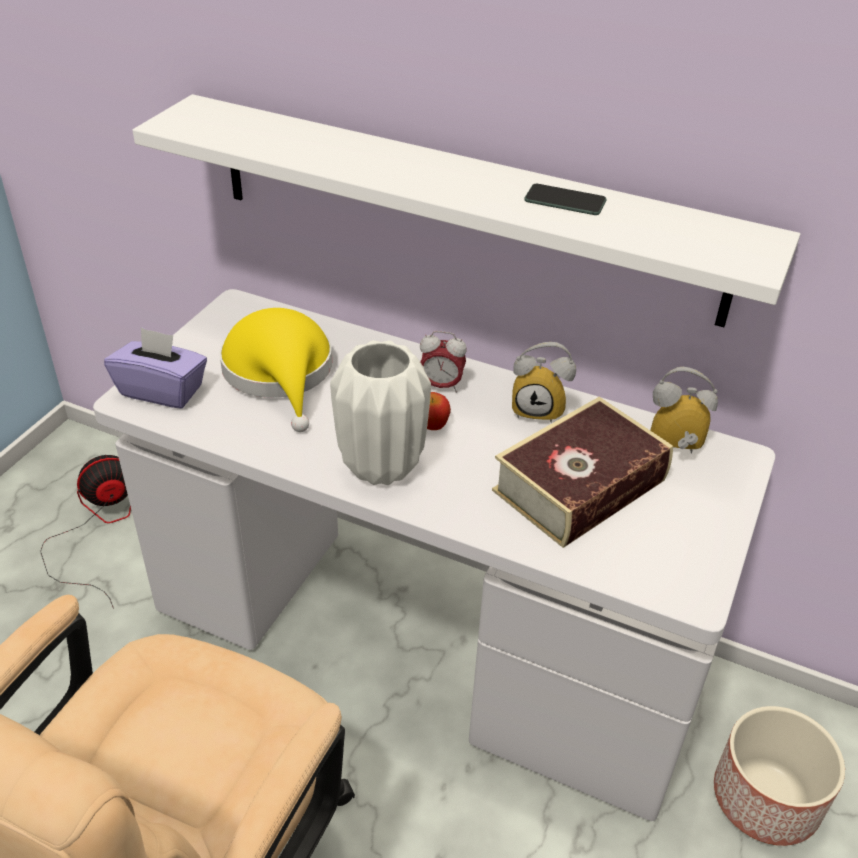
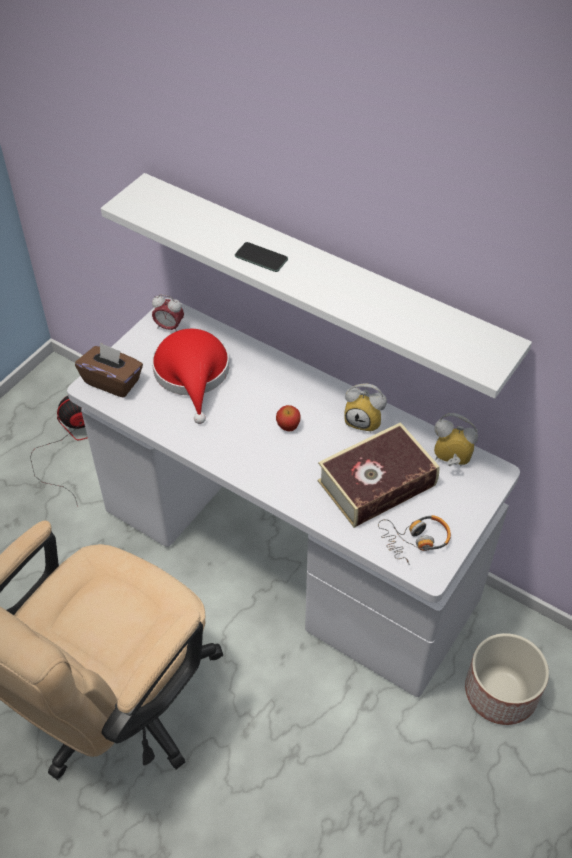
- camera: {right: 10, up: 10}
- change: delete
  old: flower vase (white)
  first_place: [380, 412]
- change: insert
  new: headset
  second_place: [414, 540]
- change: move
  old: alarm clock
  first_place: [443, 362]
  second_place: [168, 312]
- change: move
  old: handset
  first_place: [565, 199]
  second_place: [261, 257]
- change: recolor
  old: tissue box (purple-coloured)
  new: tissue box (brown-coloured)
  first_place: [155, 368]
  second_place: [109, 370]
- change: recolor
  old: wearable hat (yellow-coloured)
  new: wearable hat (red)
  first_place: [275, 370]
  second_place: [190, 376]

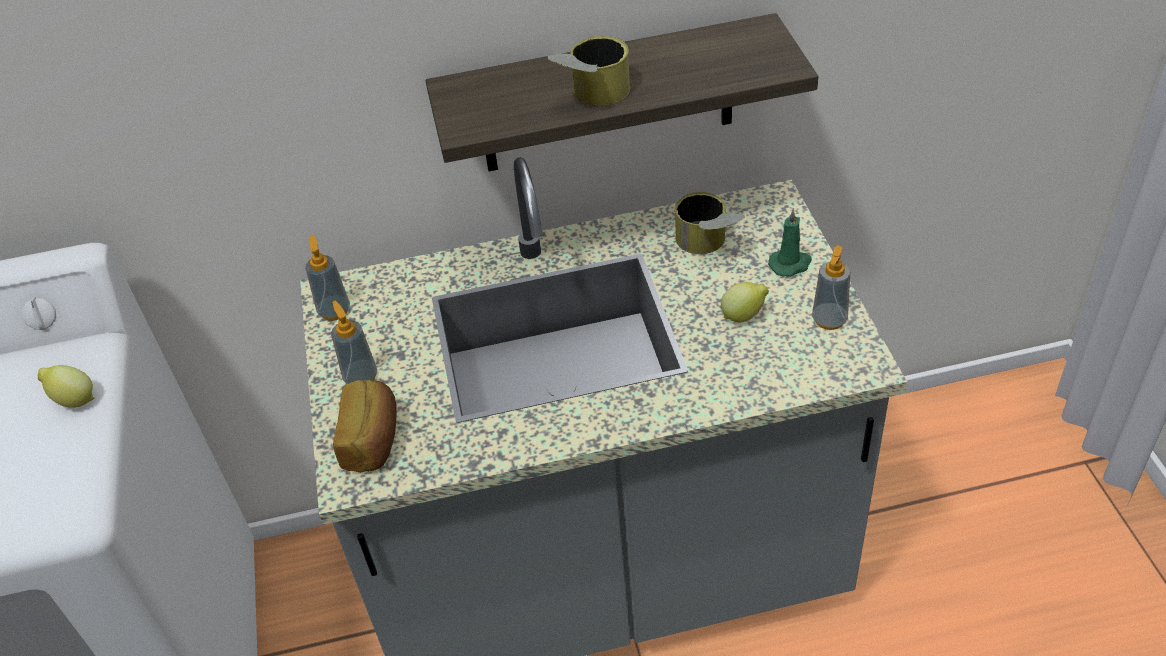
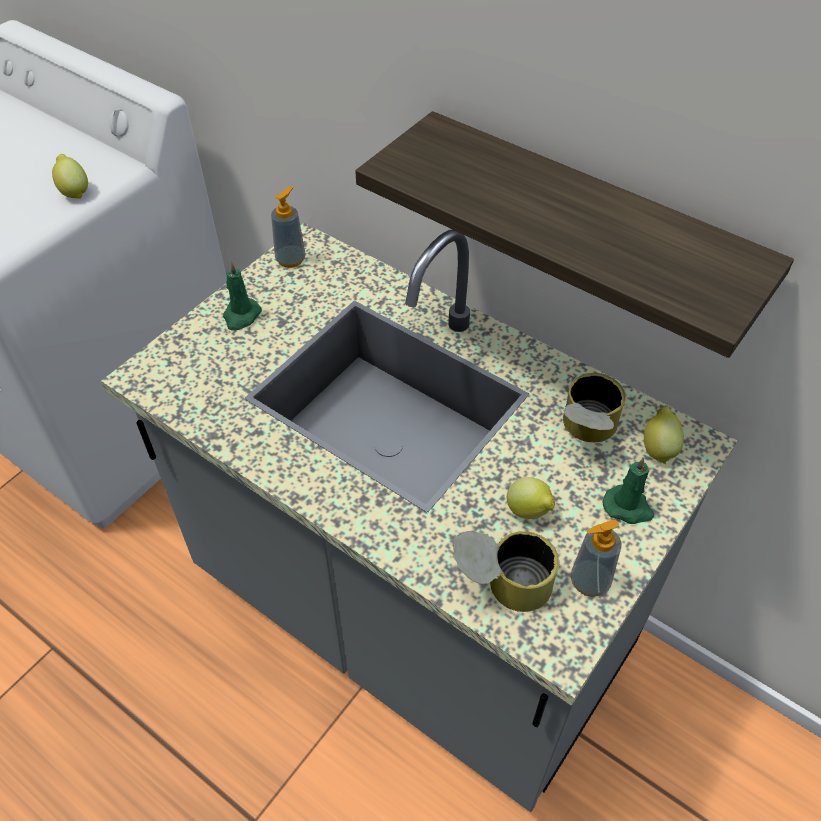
- camera: {right: 45, up: 5}
- change: delete
  old: baked bread
  first_place: [365, 426]
- change: insert
  new: whole lemon
  second_place: [664, 435]
- change: move
  old: can
  first_place: [588, 71]
  second_place: [506, 571]
- change: replace
  old: soap bottle
  new: wax light (green-coloured)
  first_place: [354, 342]
  second_place: [242, 296]

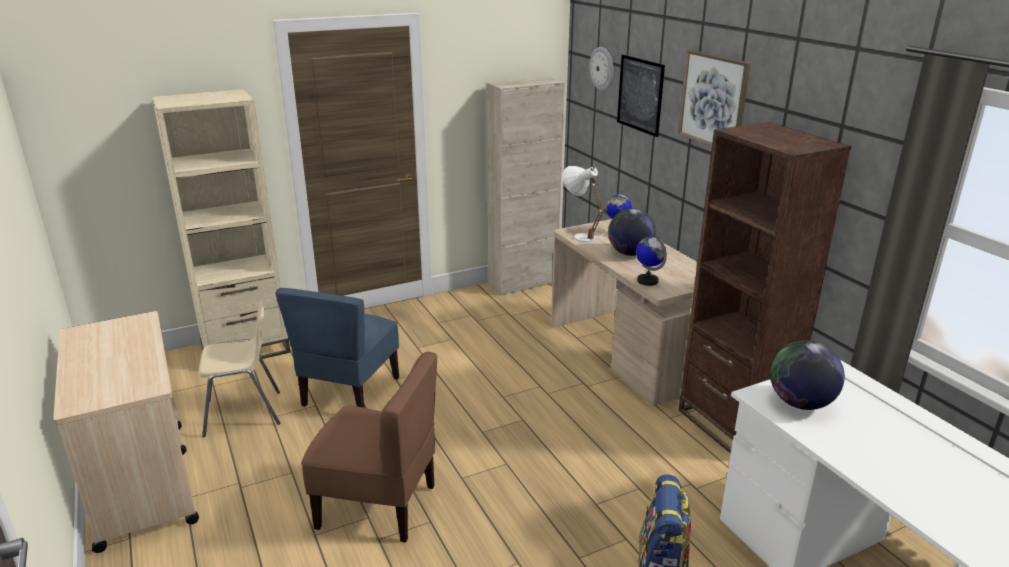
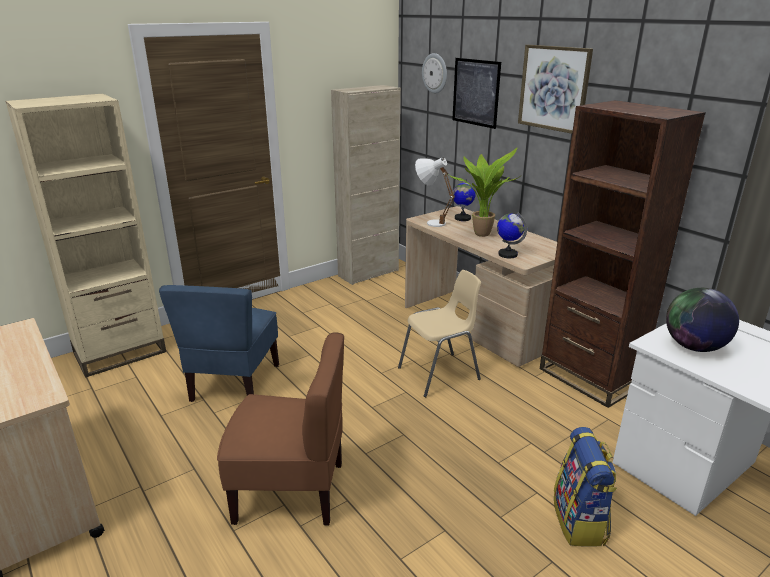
- camera: {right: -10, up: 0}
- change: move
  old: chair (beige-coloured)
  first_place: [239, 369]
  second_place: [439, 333]
- change: replace
  old: globe
  new: houseplant
  first_place: [632, 232]
  second_place: [484, 192]

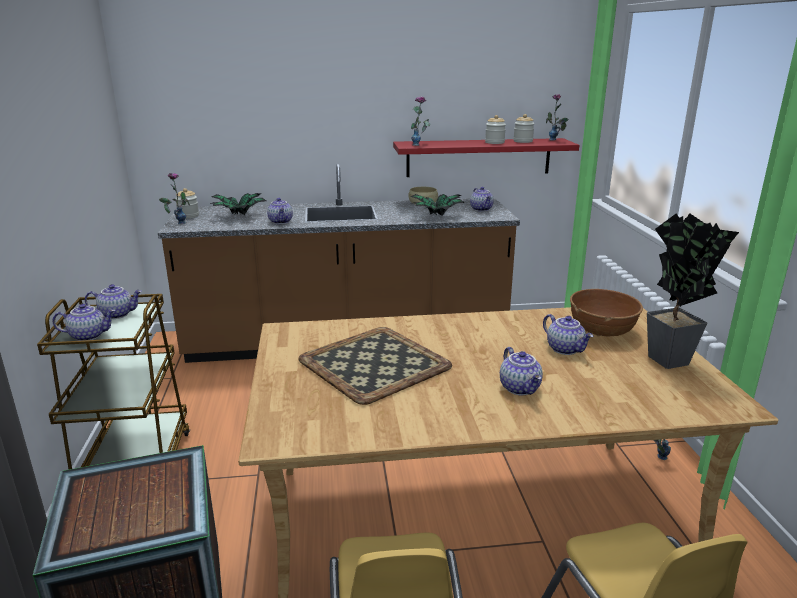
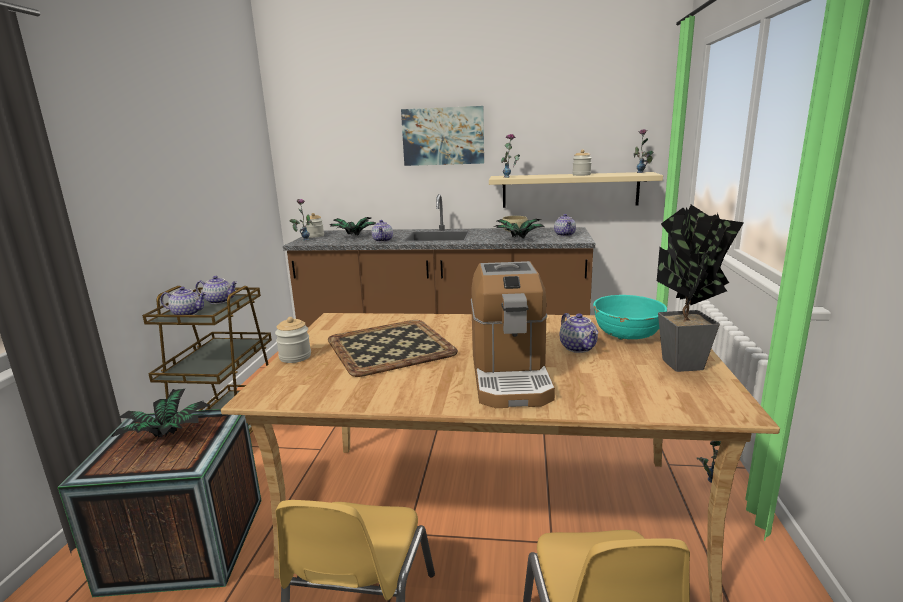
- camera: {right: 15, up: -5}
- change: insert
  new: houseplant
  second_place: [160, 413]
- change: insert
  new: wall picture
  second_place: [442, 136]
- change: move
  old: storage jar
  first_place: [524, 128]
  second_place: [293, 340]
- change: replace
  old: pot for tea
  new: coffee maker
  first_place: [521, 371]
  second_place: [513, 334]
- change: recolor
  old: bracket shelf (red)
  new: bracket shelf (beige-coloured)
  first_place: [486, 157]
  second_place: [576, 190]
- change: recolor
  old: serving bowl (brown-coloured)
  new: serving bowl (blue-green)
  first_place: [606, 313]
  second_place: [630, 317]

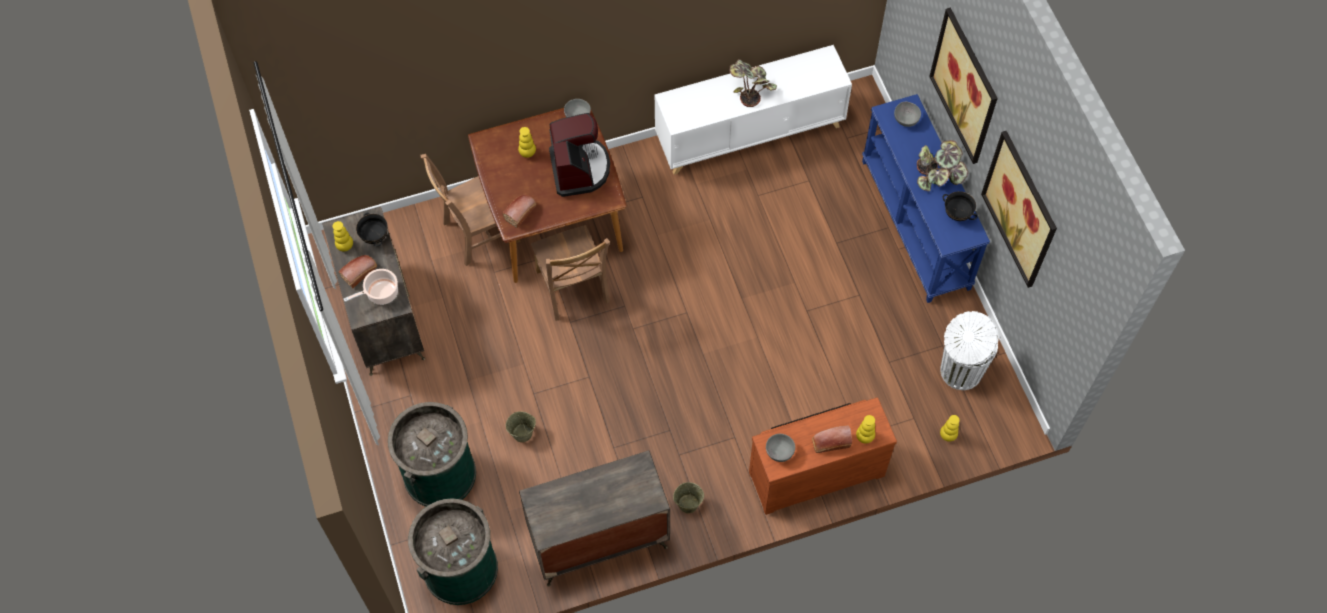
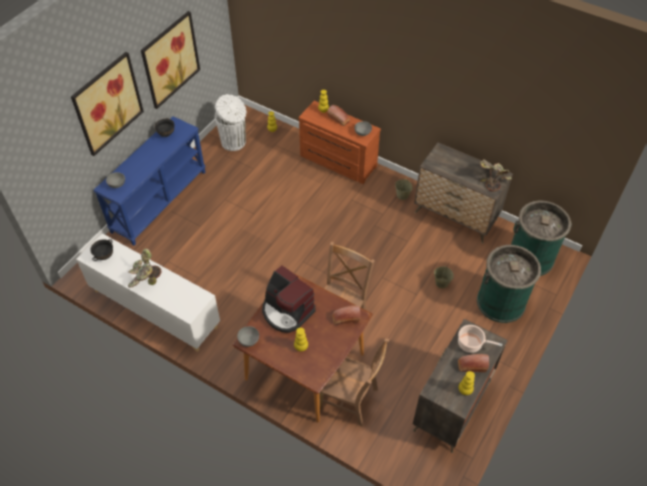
- camera: {right: -130, up: -10}
- change: move
  old: serving bowl (blackish)
  first_place: [372, 229]
  second_place: [101, 250]
- change: move
  old: houseplant
  first_place: [942, 165]
  second_place: [495, 175]
- change: rotate
  old: coffee maker
  first_place: [579, 155]
  second_place: [289, 299]
  degrees: -90

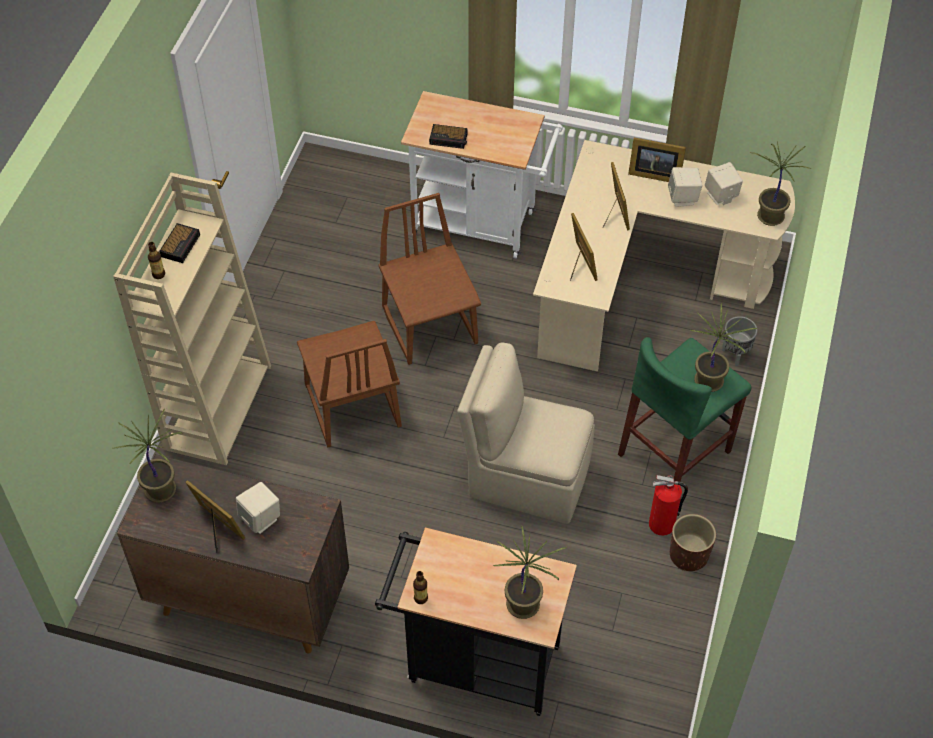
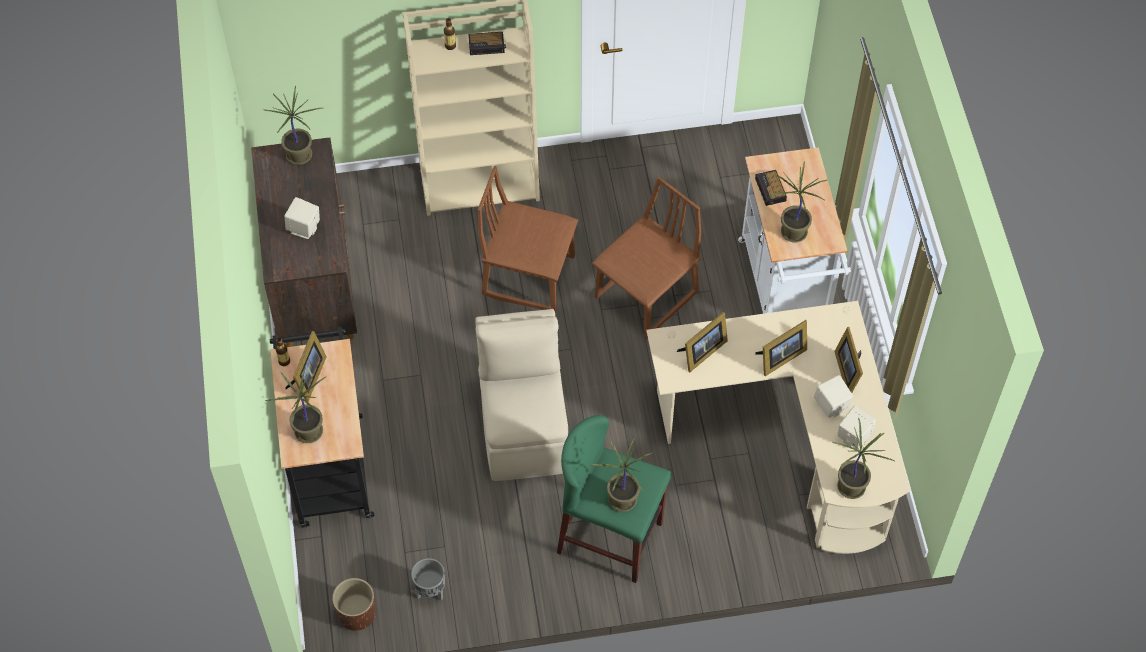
- camera: {right: 65, up: 5}
- change: delete
  old: extinguisher
  first_place: [668, 505]
- change: insert
  new: houseplant
  second_place: [798, 202]
- change: move
  old: photo frame
  first_place: [215, 517]
  second_place: [306, 366]
- change: move
  old: plant pot (brown-coloured)
  first_place: [693, 542]
  second_place: [354, 604]
- change: move
  old: plant pot (greyish)
  first_place: [739, 341]
  second_place: [428, 579]
- change: rotate
  old: chair (brown-coloured)
  first_place: [349, 384]
  second_place: [528, 239]
  degrees: 60

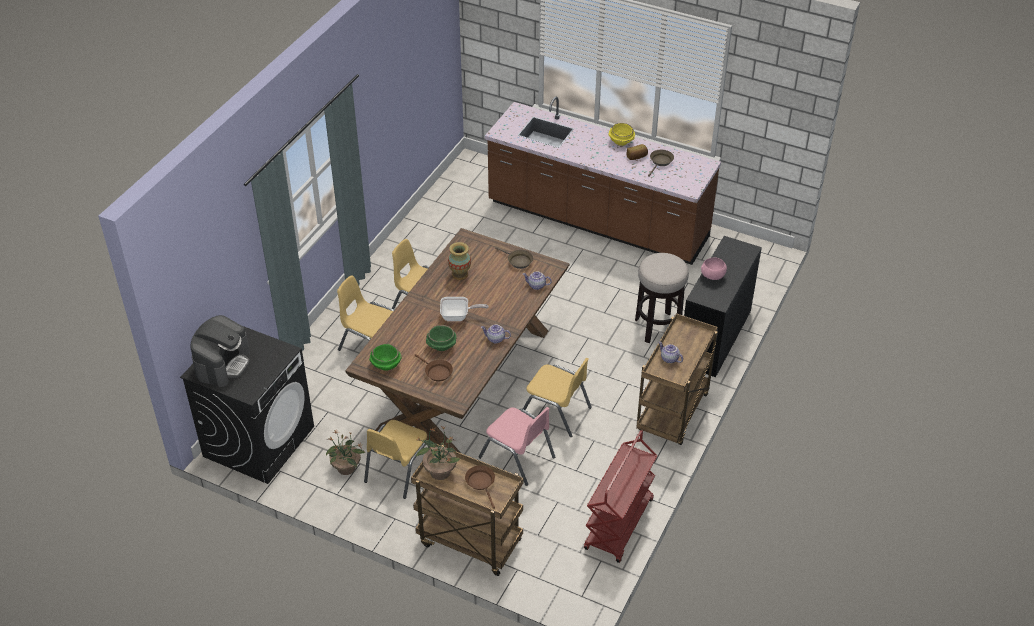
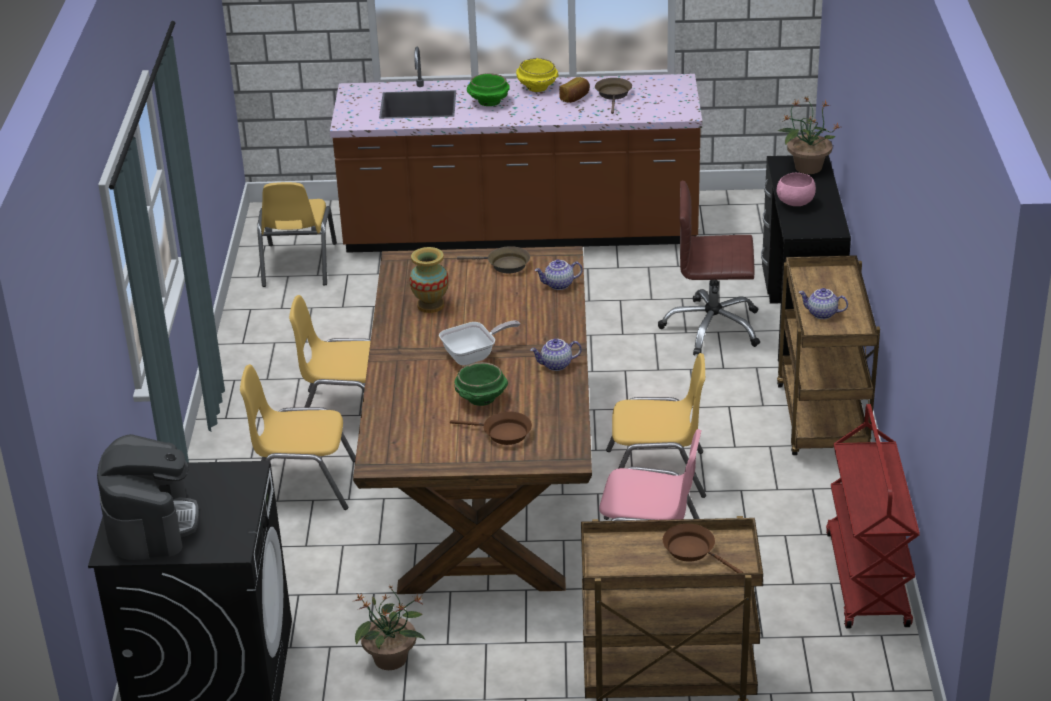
- camera: {right: -25, up: -10}
- change: move
  old: chair (yellow-coloured)
  first_place: [398, 459]
  second_place: [297, 234]
- change: move
  old: serving bowl (green-coloured)
  first_place: [385, 357]
  second_place: [488, 89]
- change: move
  old: houseplant
  first_place: [438, 453]
  second_place: [809, 135]
- change: replace
  old: sitting stool
  new: computer chair (brown-coloured)
  first_place: [662, 298]
  second_place: [709, 268]

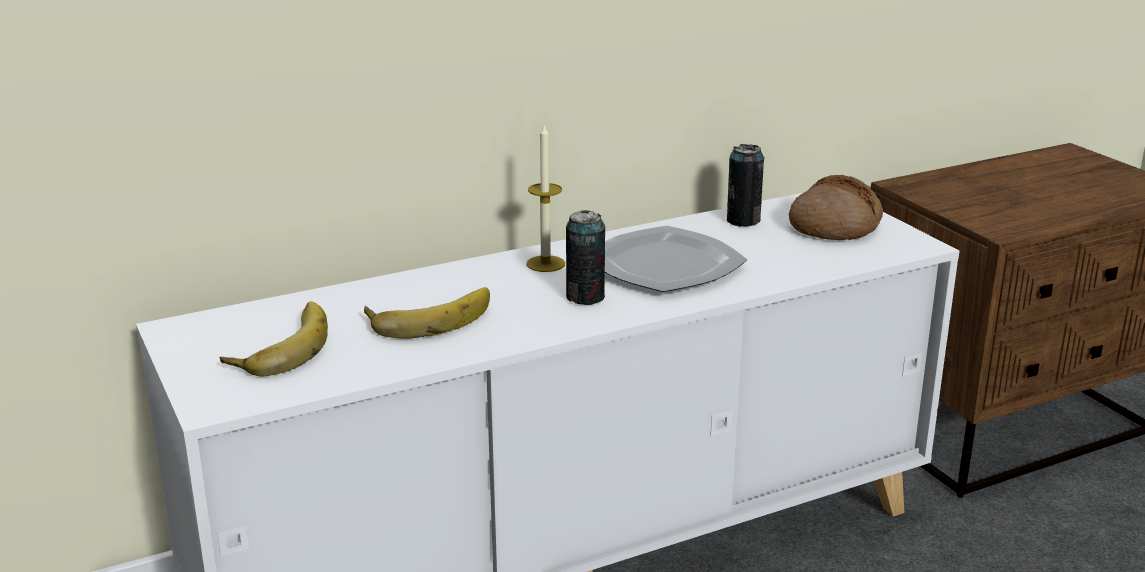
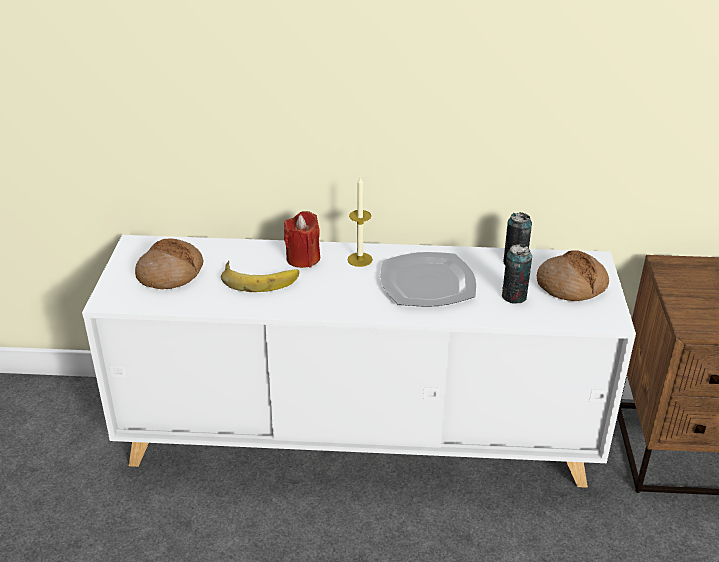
- camera: {right: 30, up: 10}
- change: insert
  new: wax light (red)
  second_place: [302, 239]
- change: move
  old: can
  first_place: [585, 257]
  second_place: [517, 274]
- change: replace
  old: whole banana
  new: baked bread
  first_place: [274, 338]
  second_place: [169, 264]

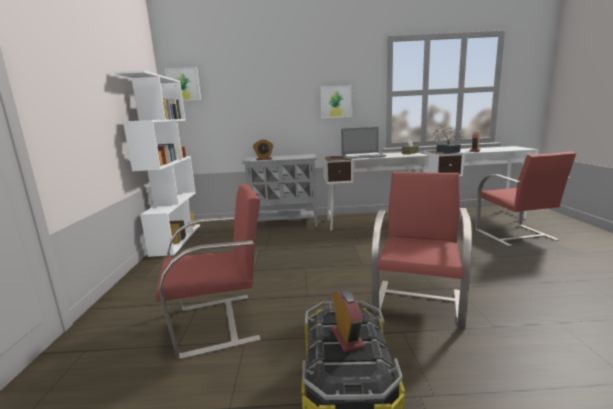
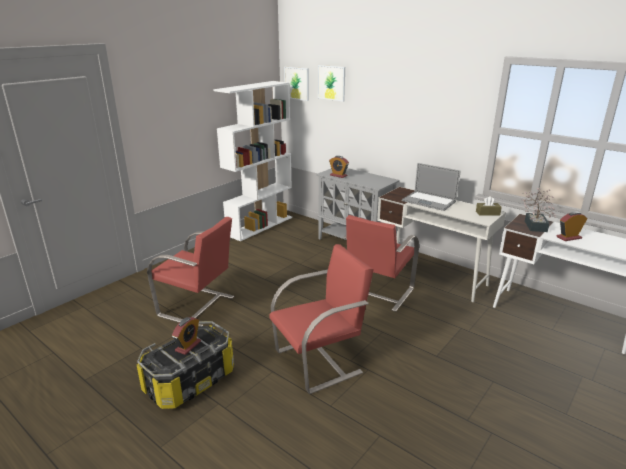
- camera: {right: 40, up: 10}
- change: move
  old: wall picture
  first_place: [336, 101]
  second_place: [331, 83]
- change: move
  old: chair (red)
  first_place: [526, 199]
  second_place: [381, 263]

